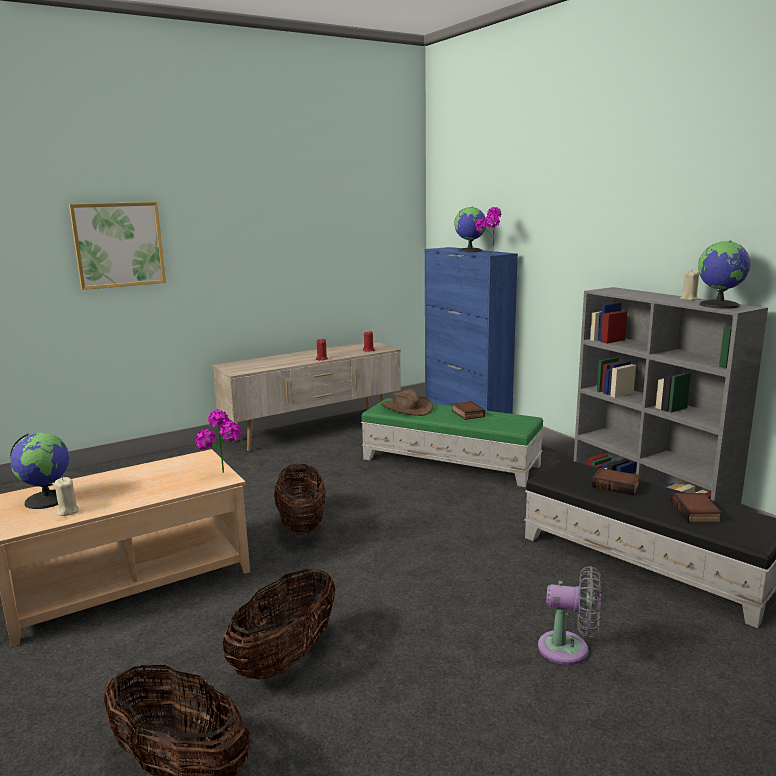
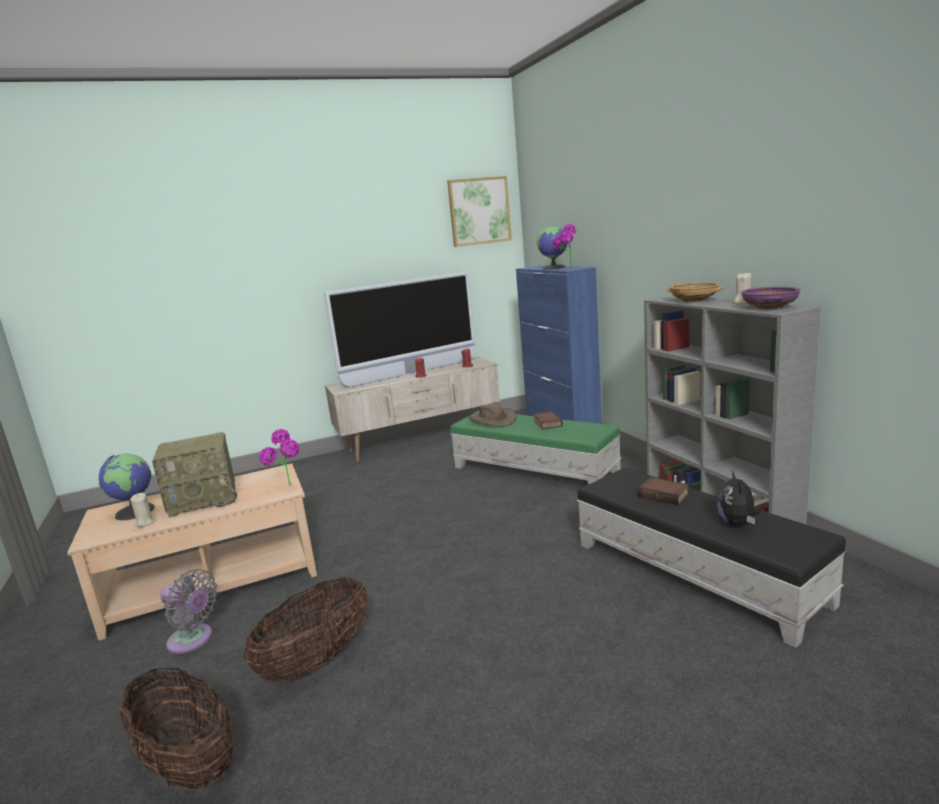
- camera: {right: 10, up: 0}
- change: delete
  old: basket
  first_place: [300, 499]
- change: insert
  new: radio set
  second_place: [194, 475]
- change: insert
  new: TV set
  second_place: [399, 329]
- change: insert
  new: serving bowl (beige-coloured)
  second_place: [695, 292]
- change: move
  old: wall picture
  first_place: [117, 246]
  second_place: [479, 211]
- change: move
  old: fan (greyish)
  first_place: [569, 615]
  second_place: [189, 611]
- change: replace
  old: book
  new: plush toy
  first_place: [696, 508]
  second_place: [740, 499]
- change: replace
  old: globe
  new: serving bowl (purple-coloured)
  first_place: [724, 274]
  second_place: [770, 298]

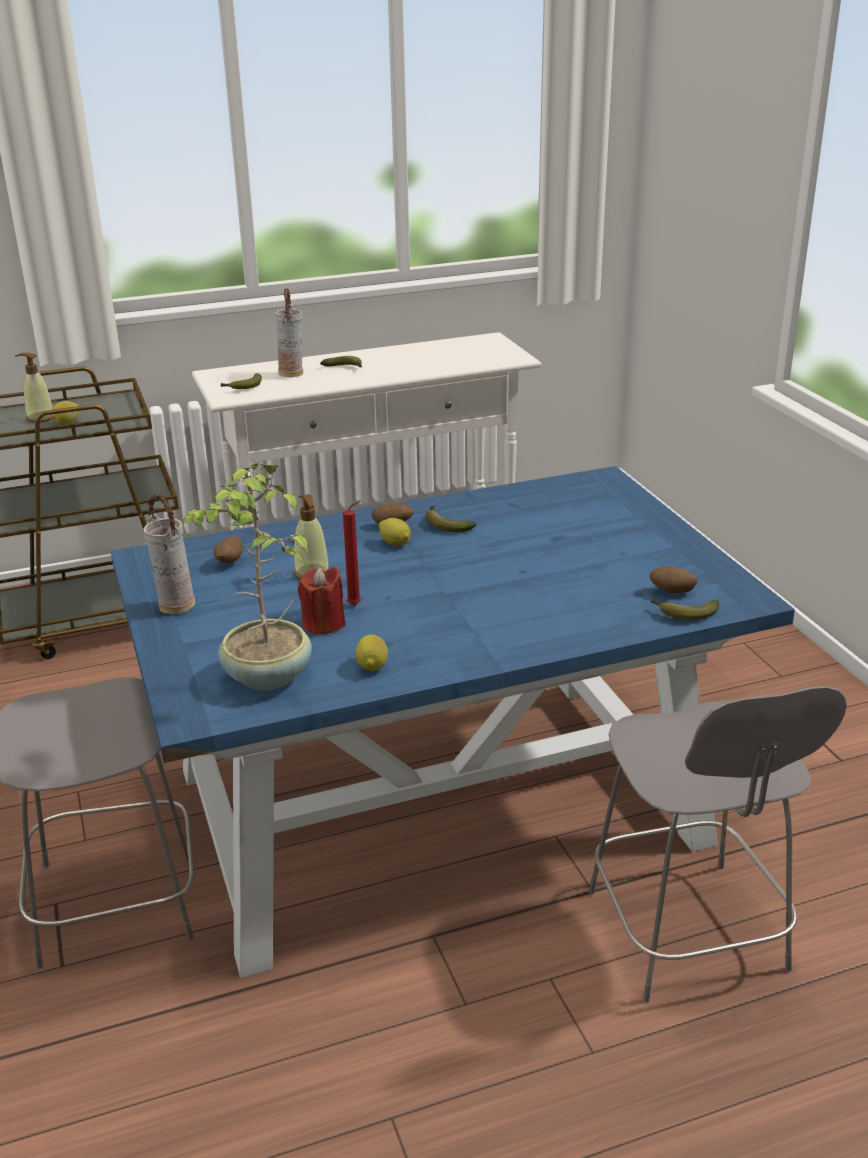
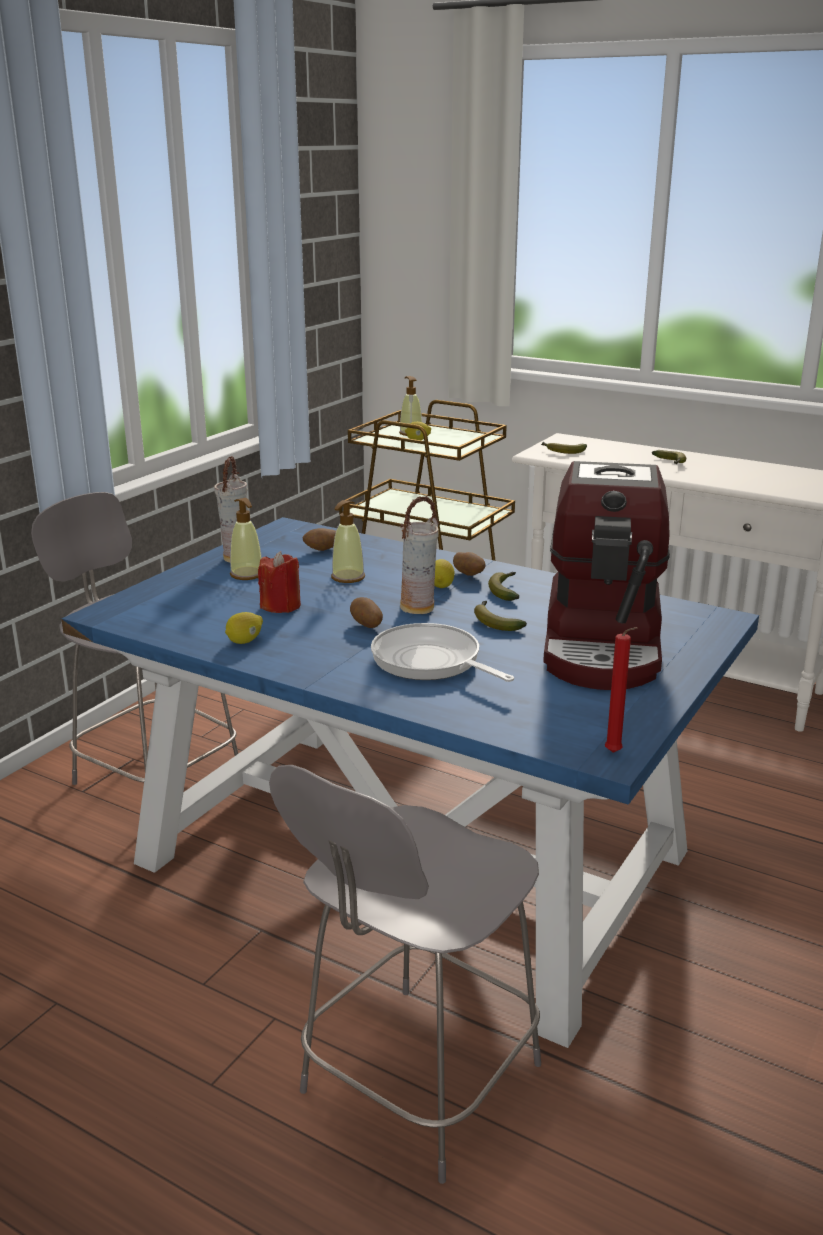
- camera: {right: 50, up: -5}
- change: delete
  old: houseplant
  first_place: [247, 574]
- change: insert
  new: soap bottle
  second_place: [246, 539]
- change: insert
  new: pan
  second_place: [442, 652]
- change: insert
  new: coffee maker
  second_place: [606, 575]
- change: move
  old: flower vase
  first_place: [289, 333]
  second_place: [419, 555]
- change: move
  old: wax light (red)
  first_place: [352, 553]
  second_place: [621, 690]
- change: move
  old: spud
  first_place: [674, 579]
  second_place: [366, 612]
- change: move
  old: whole banana
  first_place: [684, 609]
  second_place: [500, 616]

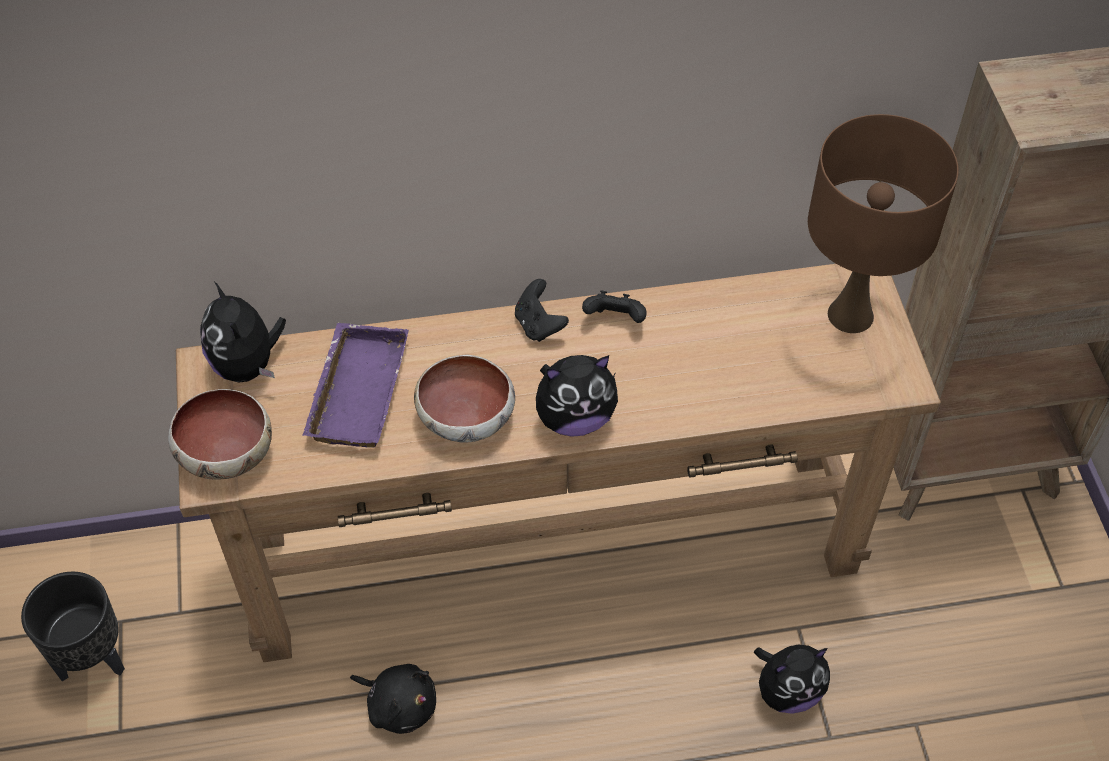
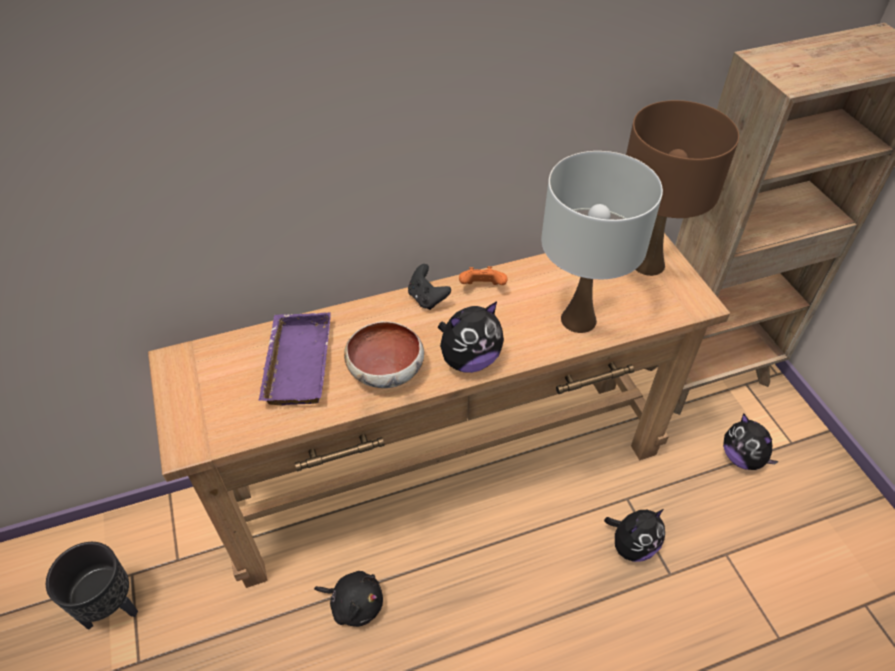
- camera: {right: -10, up: -5}
- change: delete
  old: serving bowl
  first_place: [220, 434]
- change: insert
  new: tabletop lamp (white)
  second_place: [602, 242]
- change: move
  old: plush toy
  first_place: [243, 332]
  second_place: [750, 441]
- change: recolor
  old: gamepad (blackish)
  new: gamepad (orange)
  first_place: [614, 306]
  second_place: [483, 275]

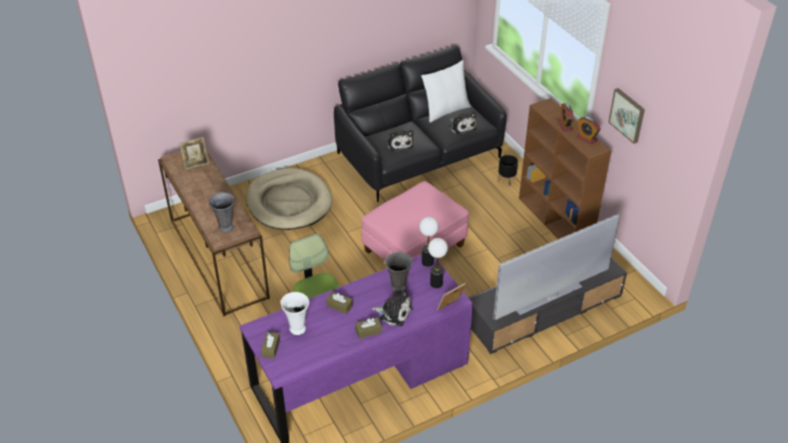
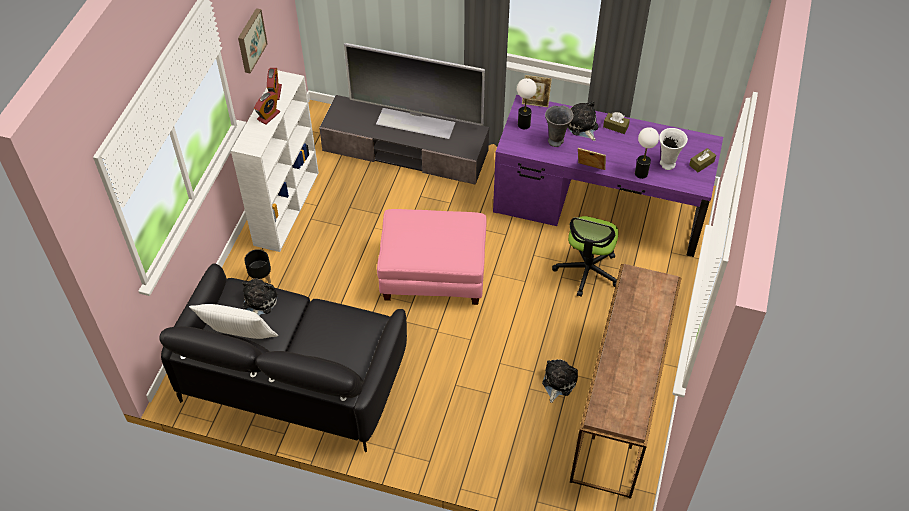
- camera: {right: -135, up: 10}
- change: delete
  old: flower vase (greyish)
  first_place: [222, 212]
- change: delete
  old: dog cushion (beige-coloured)
  first_place: [289, 199]
- change: delete
  old: tissue box (brown-coloured)
  first_place: [339, 302]
- change: move
  old: photo frame
  first_place: [194, 153]
  second_place: [592, 159]
- change: move
  old: plush toy
  first_place: [400, 141]
  second_place: [560, 381]
- change: move
  old: tabletop lamp
  first_place: [429, 242]
  second_place: [647, 153]
- change: recolor
  old: bookcase (brown-coloured)
  new: bookcase (white)
  first_place: [565, 168]
  second_place: [275, 161]

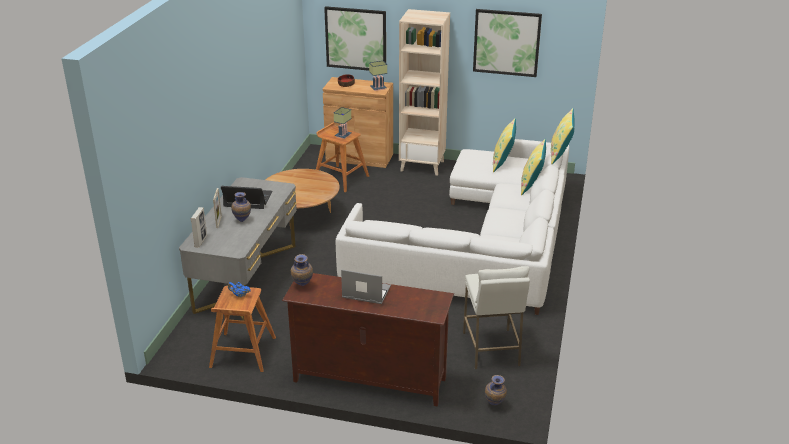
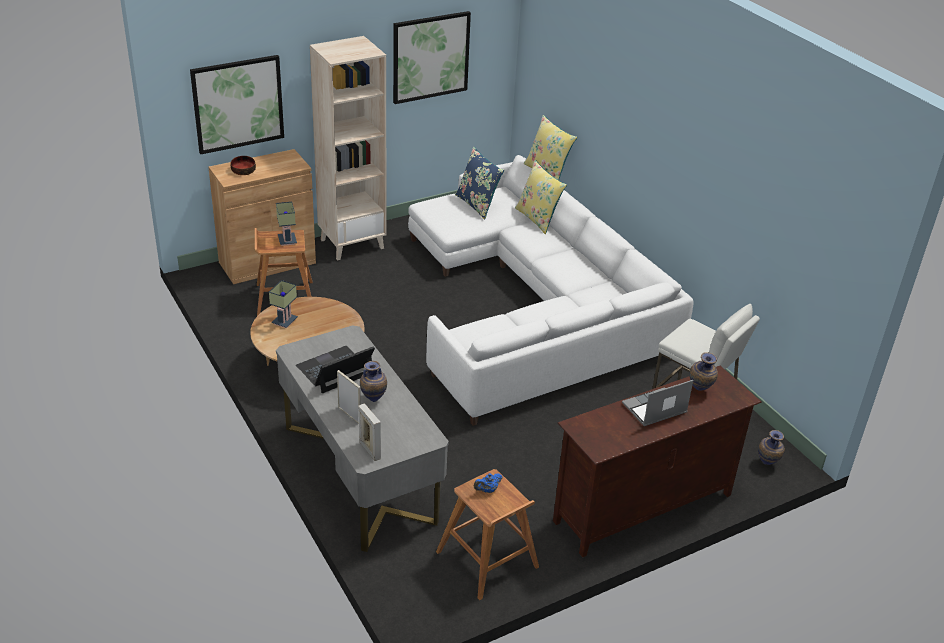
- camera: {right: -45, up: 5}
- change: move
  old: flower vase
  first_place: [302, 270]
  second_place: [704, 371]
- change: move
  old: tabletop lamp
  first_place: [378, 76]
  second_place: [283, 304]
- change: recolor
  old: pillow (yellow-coloured)
  new: pillow (blue-coloured)
  first_place: [504, 145]
  second_place: [479, 183]

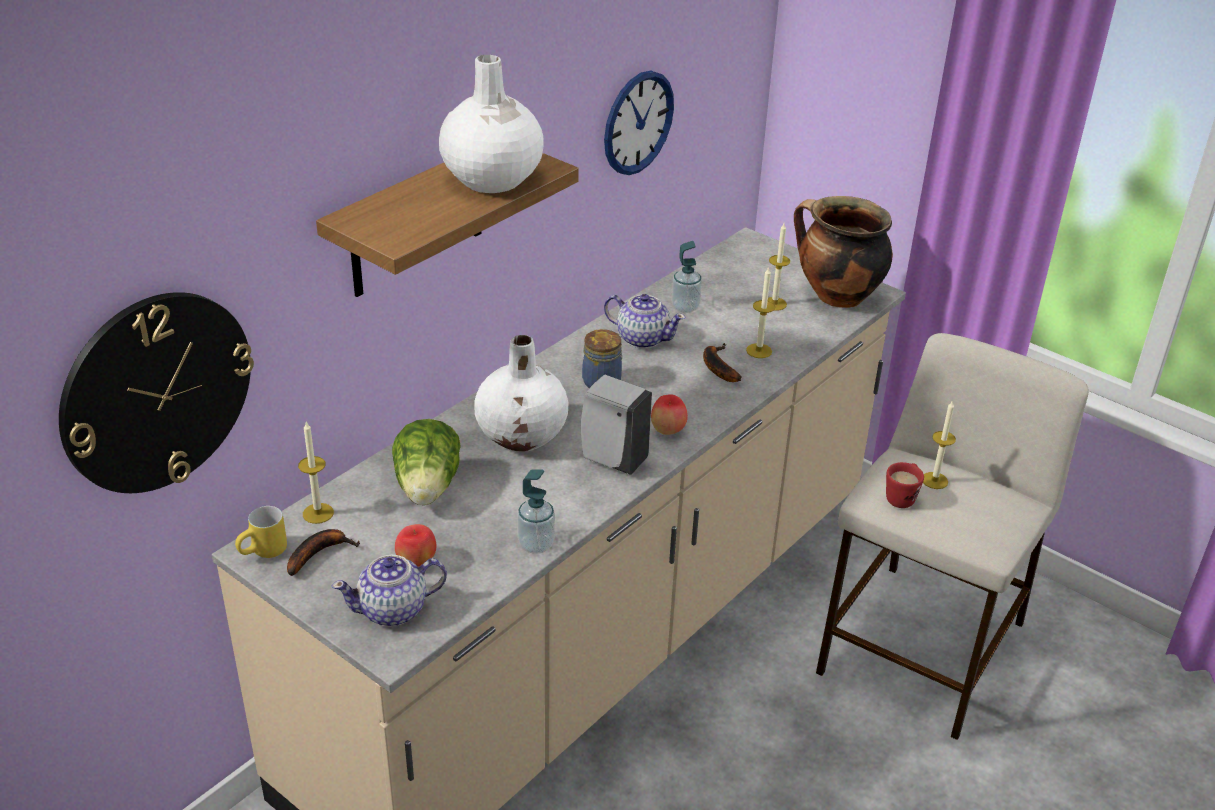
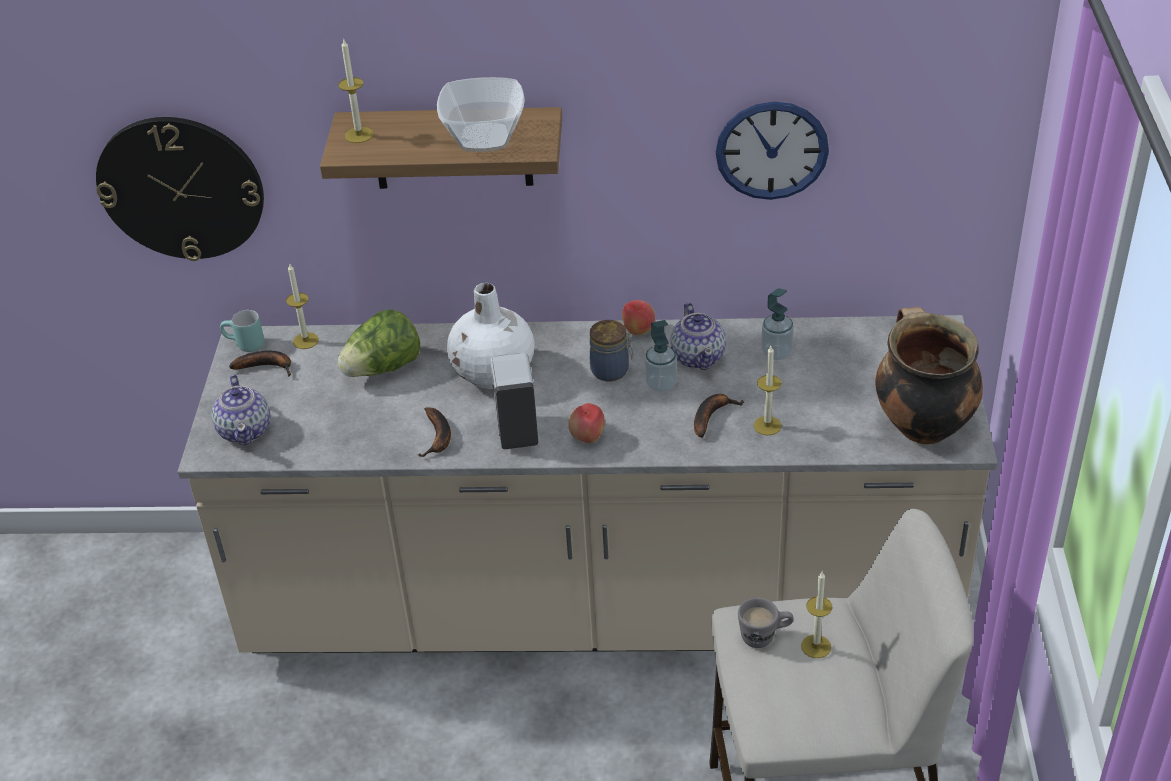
- camera: {right: 55, up: 5}
- change: insert
  new: whole banana
  second_place: [434, 432]
- change: move
  old: whole apple
  first_place: [415, 545]
  second_place: [638, 317]
- change: move
  old: soap bottle
  first_place: [536, 511]
  second_place: [661, 356]
- change: move
  old: wax light
  first_place: [779, 267]
  second_place: [355, 90]
- change: replace
  old: flower vase (white)
  new: serving bowl
  first_place: [491, 124]
  second_place: [481, 114]
- change: recolor
  old: mug (yellow-coloured)
  new: mug (blue-green)
  first_place: [261, 532]
  second_place: [242, 331]
- change: recolor
  old: mug (red)
  new: mug (greyish)
  first_place: [905, 485]
  second_place: [766, 623]
- change: rotate
  old: pot for tea
  first_place: [389, 590]
  second_place: [241, 409]
  degrees: -135

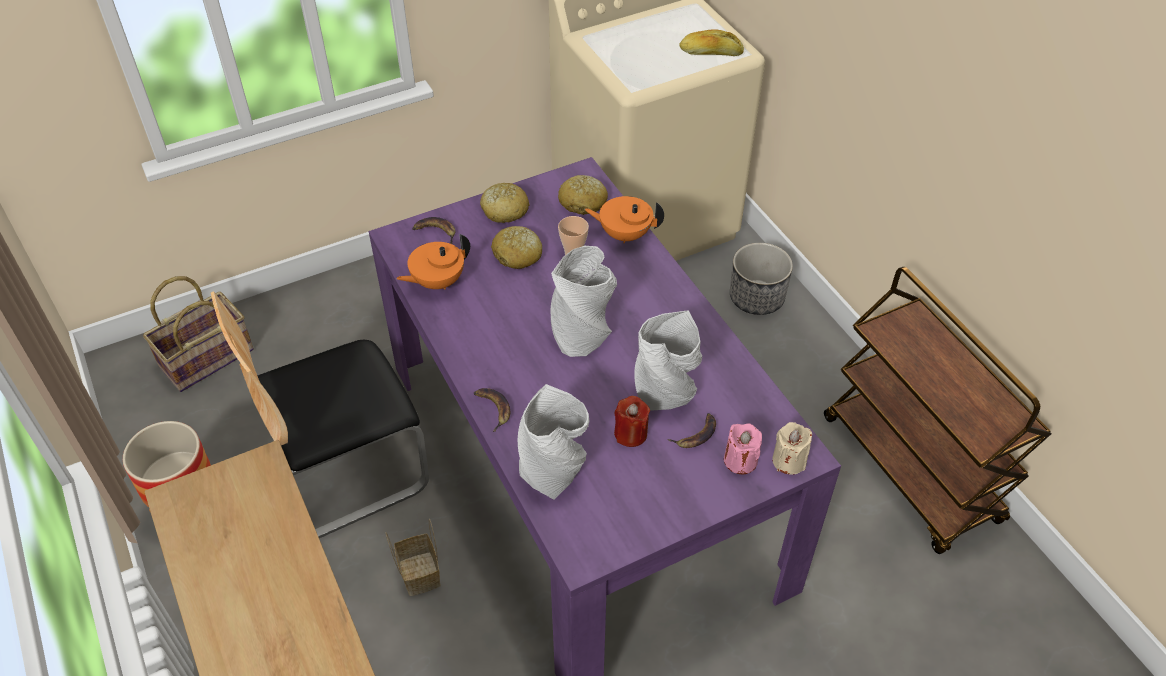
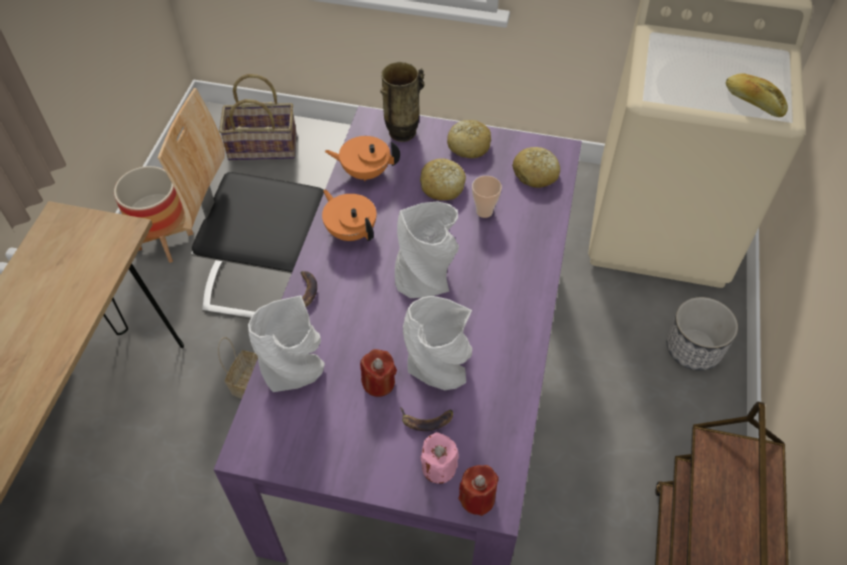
- camera: {right: 40, up: 5}
- change: move
  old: pot for tea (orange)
  first_place: [624, 220]
  second_place: [349, 215]
- change: replace
  old: whole banana
  new: flower vase
  first_place: [433, 230]
  second_place: [402, 102]
- change: recolor
  old: wax light (beige-coloured)
  new: wax light (red)
  first_place: [792, 448]
  second_place: [478, 490]

